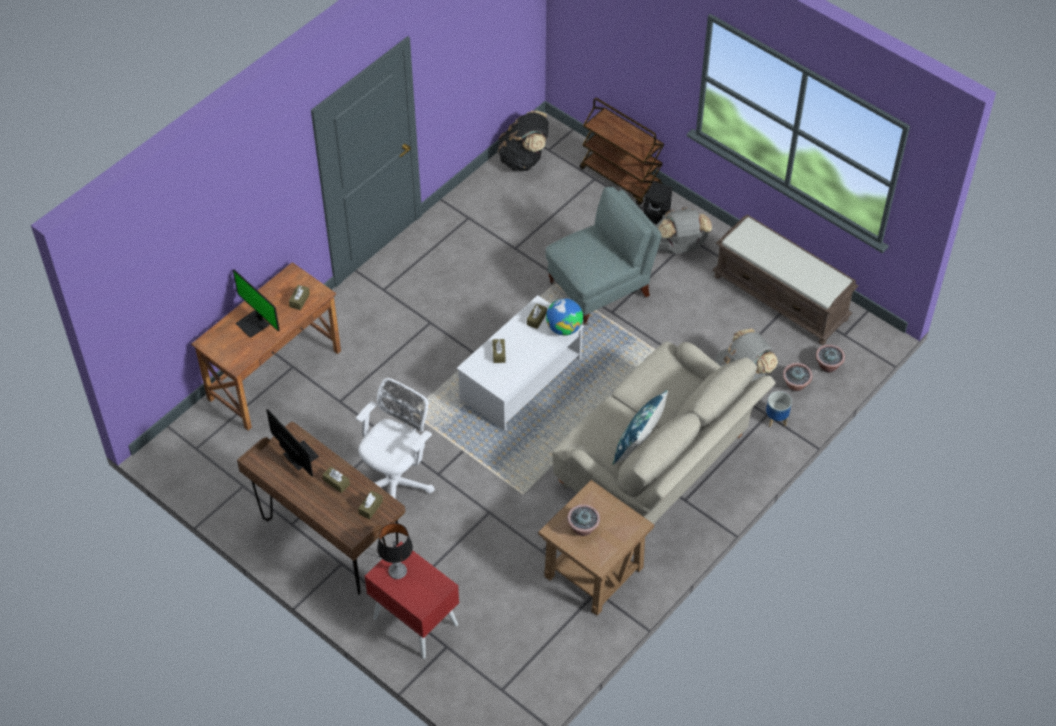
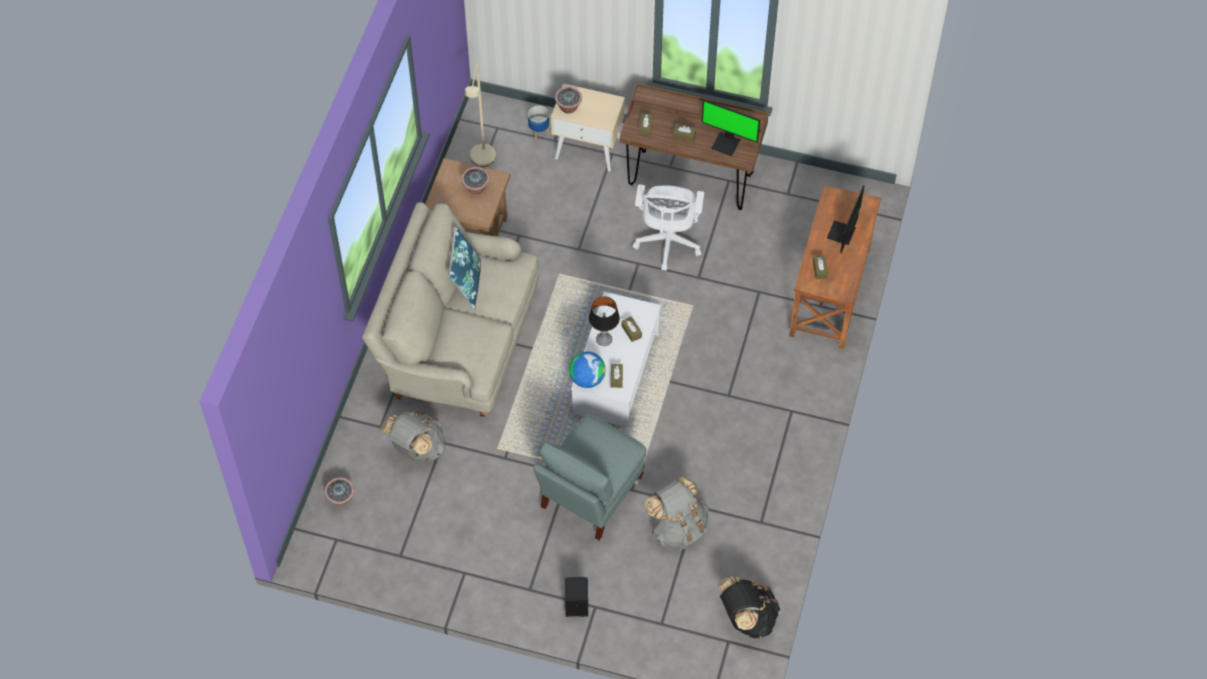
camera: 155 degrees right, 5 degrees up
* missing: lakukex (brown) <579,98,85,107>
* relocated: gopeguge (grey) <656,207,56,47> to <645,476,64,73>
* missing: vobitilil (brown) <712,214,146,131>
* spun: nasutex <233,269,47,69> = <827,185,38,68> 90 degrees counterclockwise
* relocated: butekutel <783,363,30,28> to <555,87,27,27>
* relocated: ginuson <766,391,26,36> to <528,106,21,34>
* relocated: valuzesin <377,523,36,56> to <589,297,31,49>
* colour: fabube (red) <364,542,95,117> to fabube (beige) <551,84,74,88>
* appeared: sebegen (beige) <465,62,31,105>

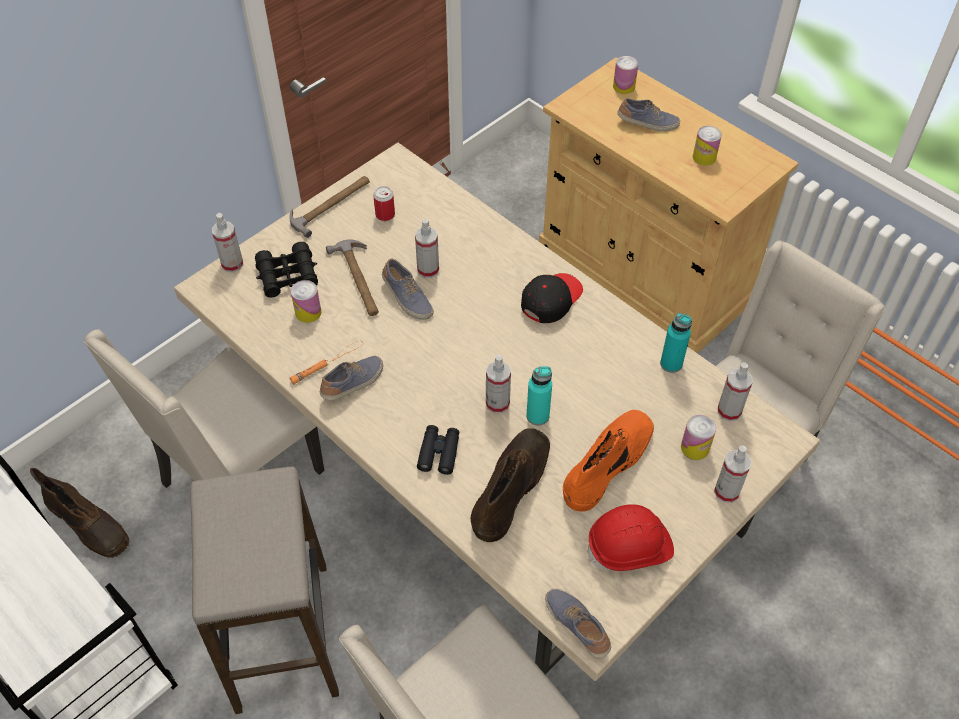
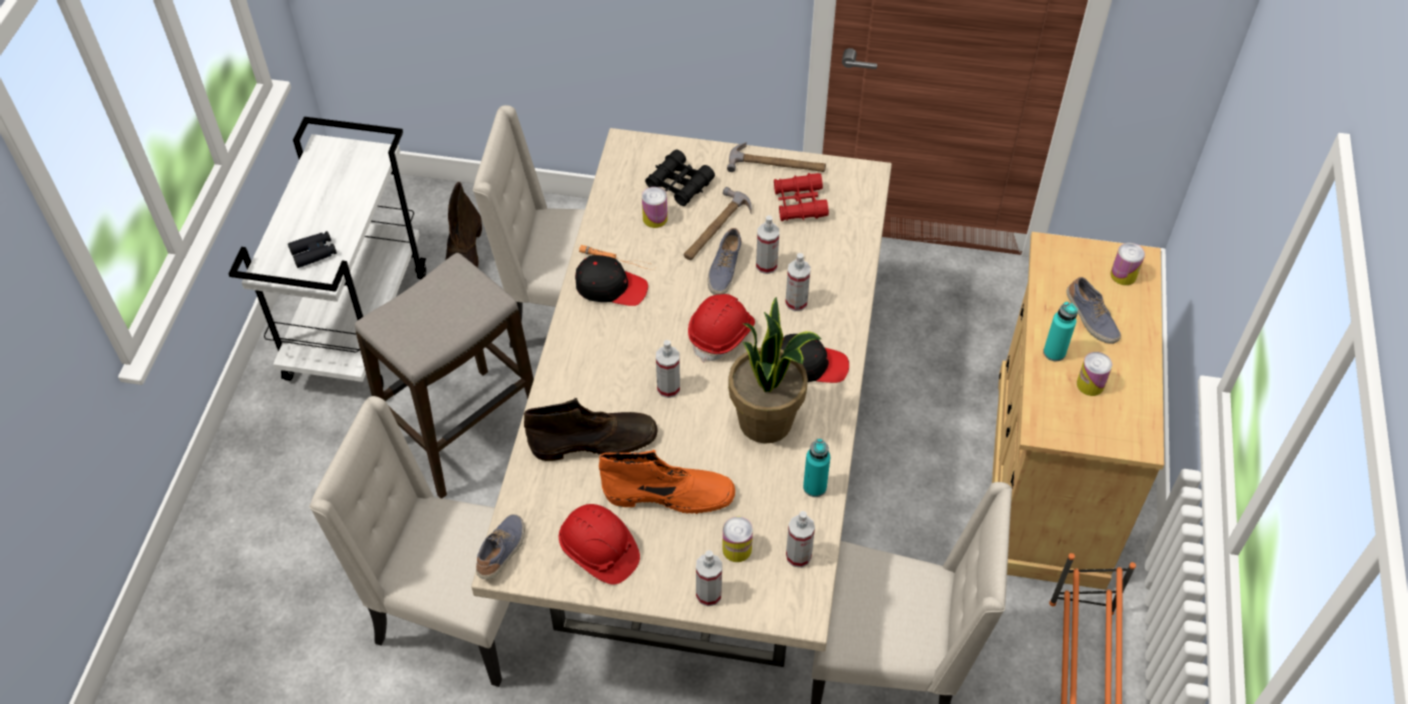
camera: 55 degrees right, 0 degrees up
* exchanged: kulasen <373,186,22,35> to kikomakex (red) <774,173,55,48>
* relocated: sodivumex <212,213,31,60> to <785,253,26,58>
* exchanged: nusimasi <320,356,63,44> to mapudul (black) <575,255,73,51>
* relocated: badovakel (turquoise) <526,366,26,60> to <1043,302,35,59>
* relocated: kikomakex (black) <417,425,42,50> to <288,231,49,37>
* appeared: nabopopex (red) <688,294,67,68>
* appeared: butekutel <728,297,93,147>

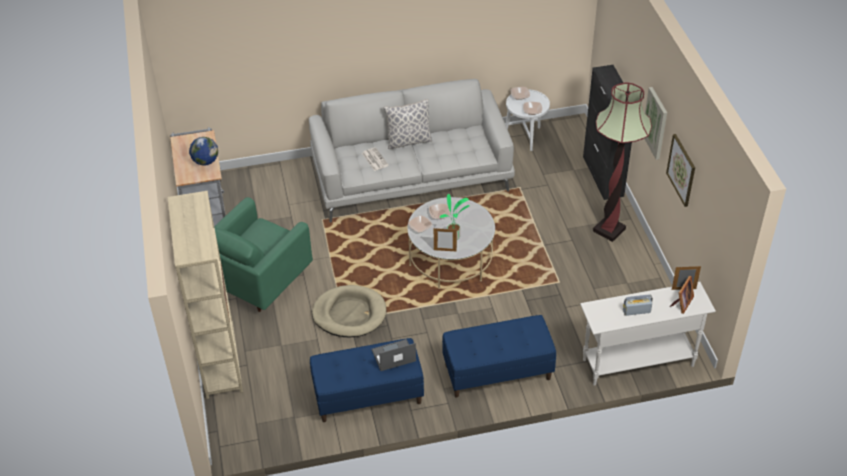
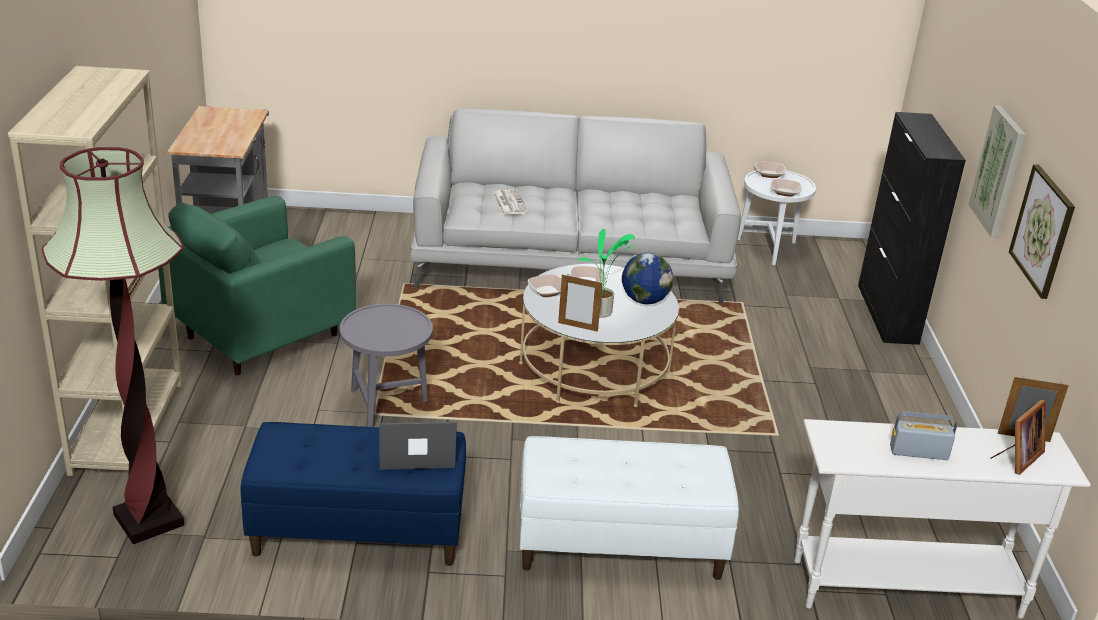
camera: 10 degrees right, 15 degrees down
* relocated: sebegen <593,83,59,159> to <42,147,143,397>
* missing: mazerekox <384,99,48,50>
* relocated: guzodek <189,137,29,29> to <622,253,51,51>
* exchanged: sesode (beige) <312,285,75,52> to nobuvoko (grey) <340,304,93,123>
* colour: vobitilil (blue) <442,315,114,83> to vobitilil (white) <520,436,219,144>

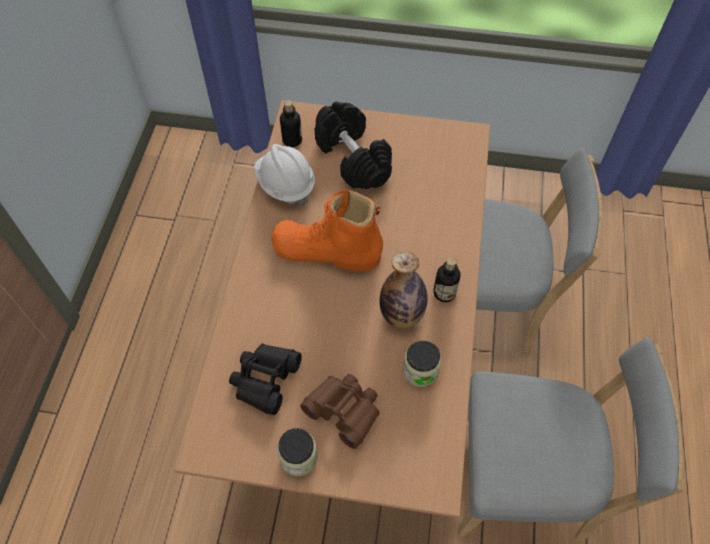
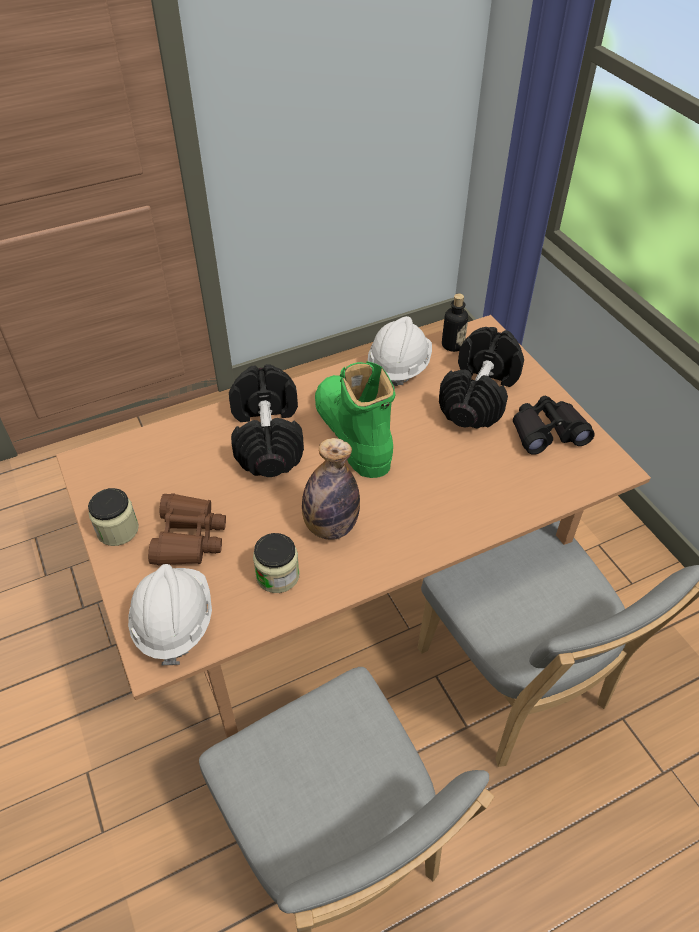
camera: 55 degrees right, 10 degrees down
* colour: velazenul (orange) <271,189,112,82> to velazenul (green) <315,361,81,117>
* missing: badovakel <434,257,26,45>
* relocated: kikomakex (black) <229,344,73,71> to <513,396,82,59>
* appeared: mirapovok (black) <229,364,75,113>
* appeared: nabopopex (white) <128,564,84,101>

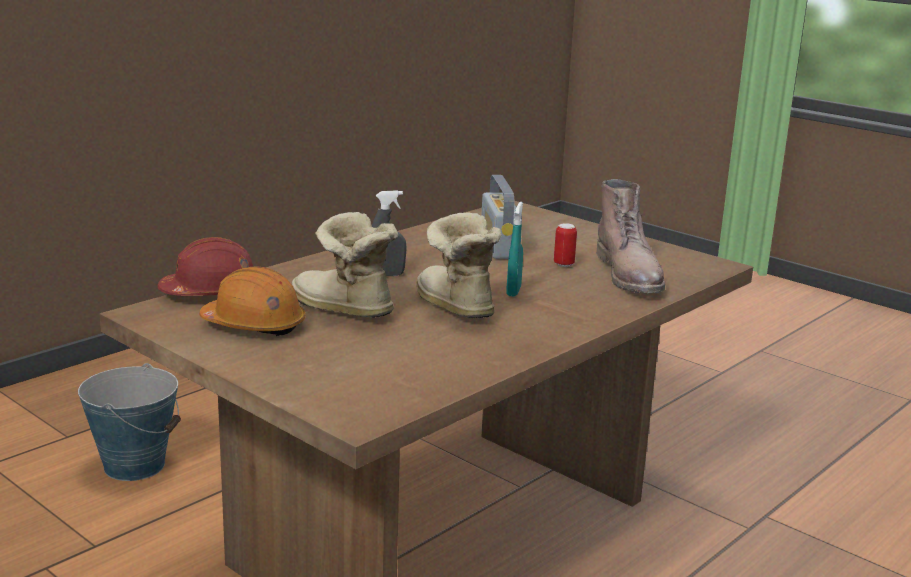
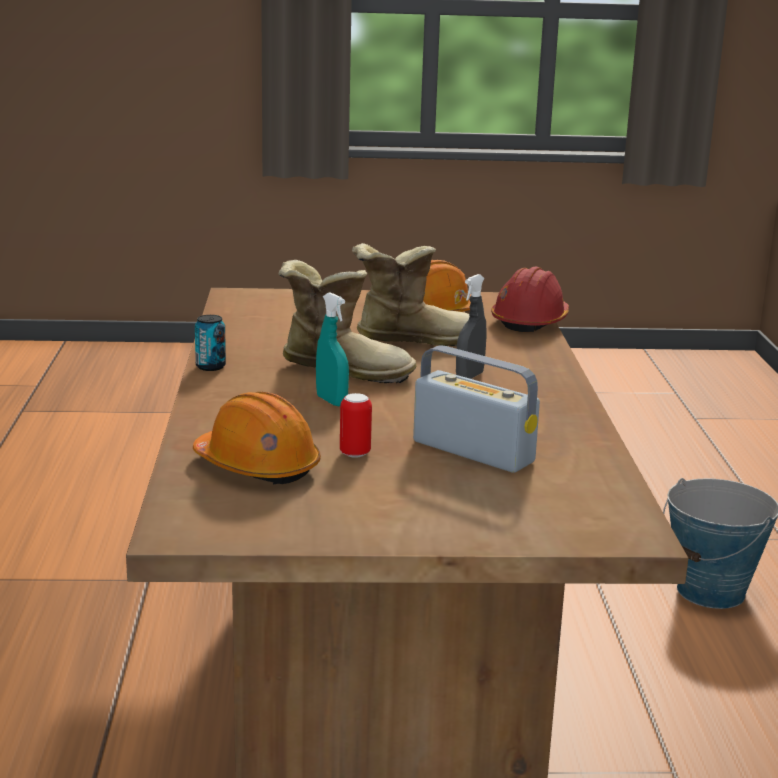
camera: 135 degrees right, 0 degrees up
* exchanged: velazenul (brown) <596,179,69,114> to nabopopex (orange) <193,392,128,93>
* appeared: kulasen <195,315,31,56>

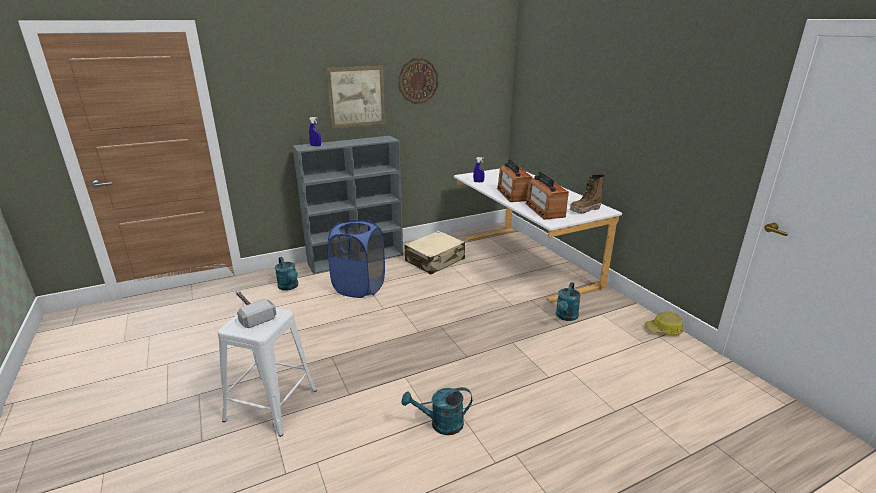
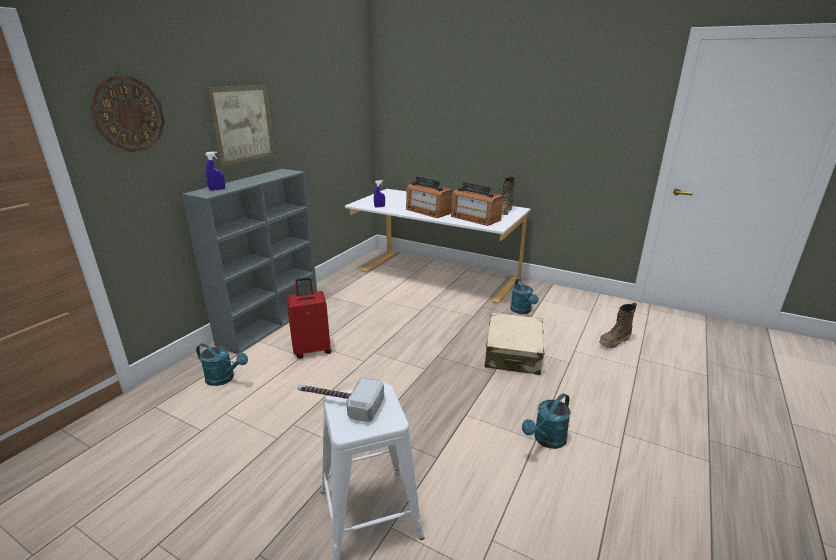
camera: 35 degrees left, 0 degrees up
* relocated: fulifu <398,58,40,46> to <90,76,75,76>
* exchanged: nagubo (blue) <327,219,58,79> to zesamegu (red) <286,277,46,82>
* relocated: zesamegu (beige) <404,231,61,43> to <485,313,60,62>
* missing: nabopopex <644,312,40,23>
* appeared: velazenul <599,302,38,46>

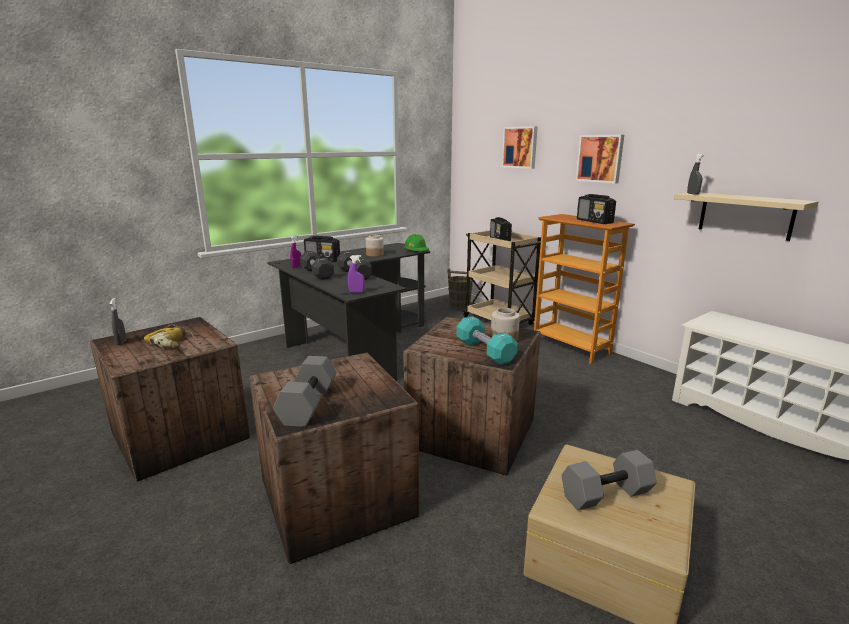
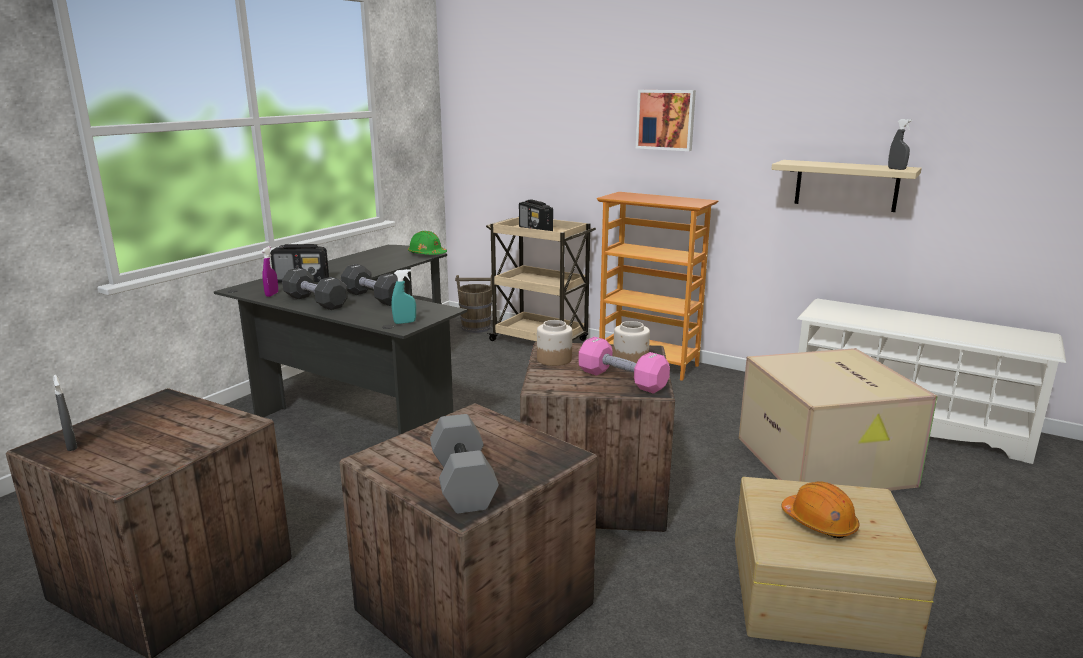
camera: 20 degrees left, 0 degrees up
* missing: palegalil <502,126,36,43>
* relocated: sodivumex (grey) <687,154,18,41> to <888,119,24,51>
* missing: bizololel <577,194,39,30>
* relocated: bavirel <366,235,18,22> to <537,320,35,46>
* colour: sodivumex (purple) <348,255,17,38> to sodivumex (turquoise) <392,269,24,55>
* colour: mirapovok (turquoise) <457,316,61,49> to mirapovok (pink) <578,337,92,57>
* missing: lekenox <144,324,50,25>
* exchanged: mirapovok (grey) <562,450,95,60> to nabopopex (orange) <781,481,78,57>
* appeared: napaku <739,348,199,143>

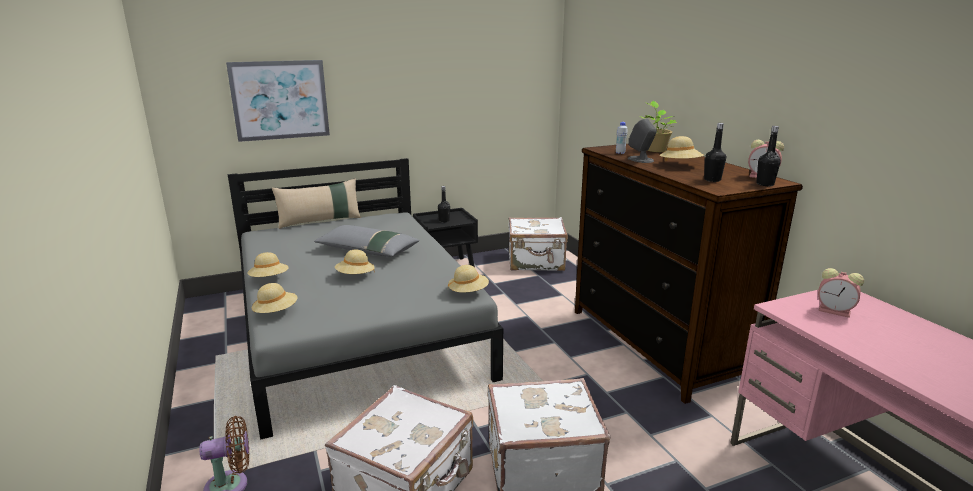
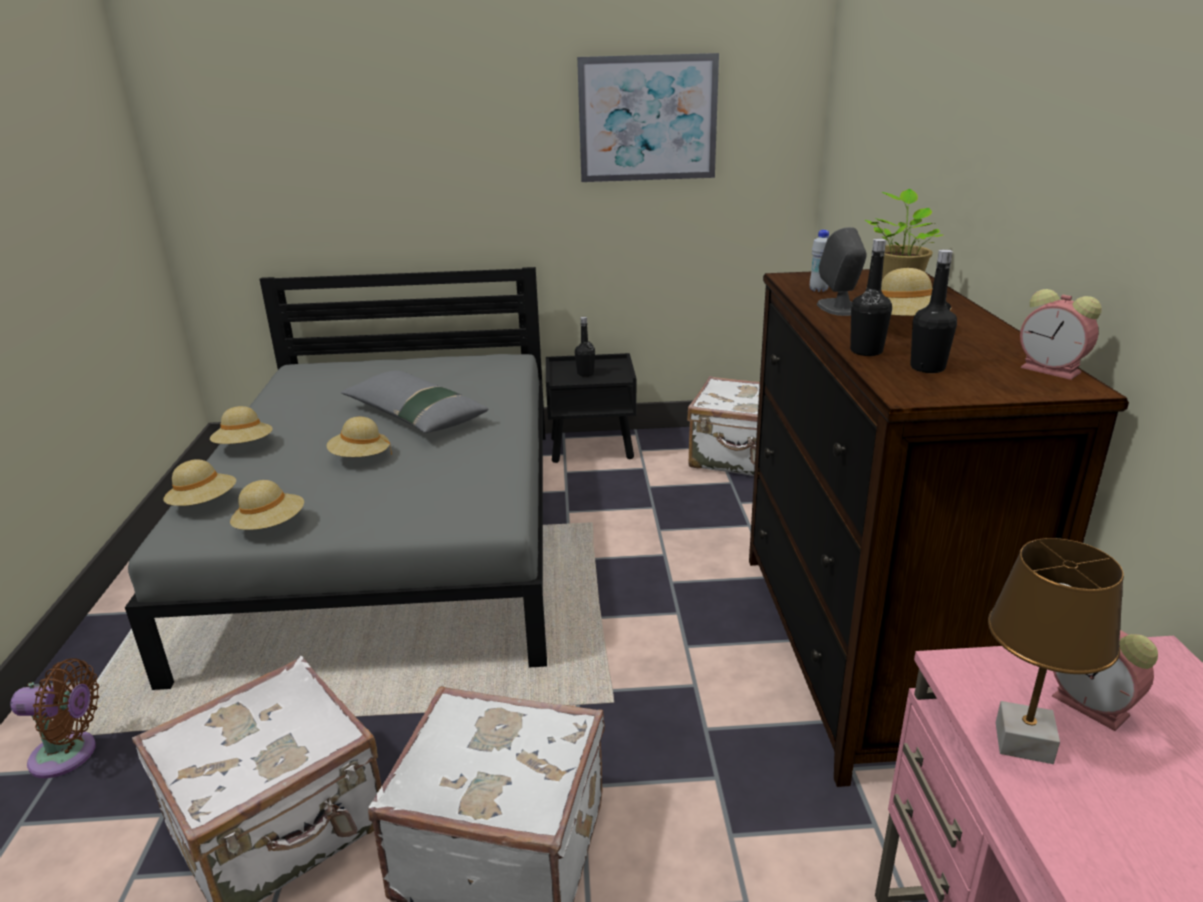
camera: 20 degrees right, 5 degrees up
* relocated: palegalil <226,60,104,82> to <577,53,142,129>
* relocated: badovakel (black) <756,126,25,60> to <850,239,42,117>
* missing: mazerekox (beige) <272,178,89,51>
* relocated: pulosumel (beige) <448,265,41,28> to <230,480,74,50>
* appeared: valuzesin (brown) <988,538,136,226>

